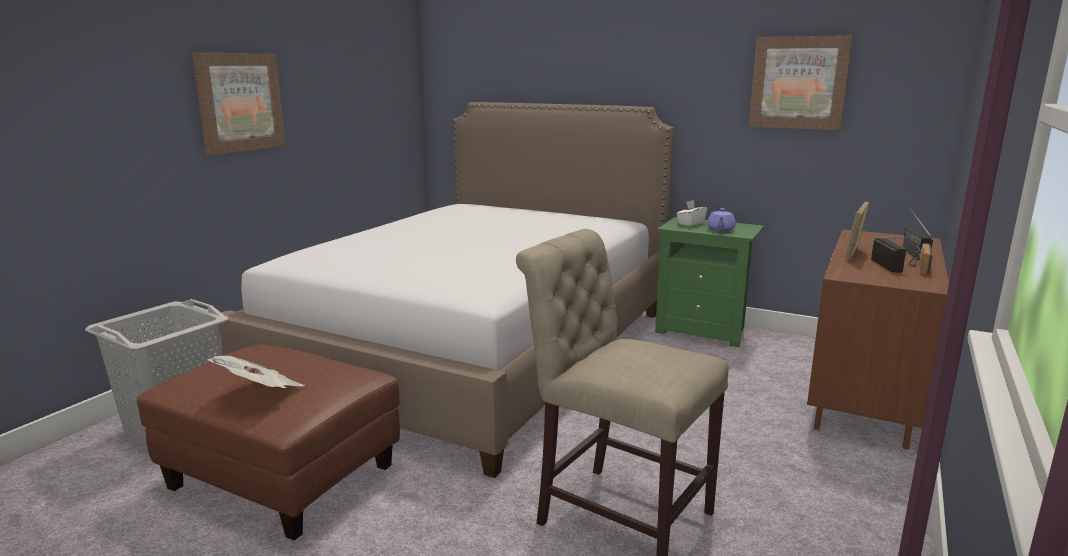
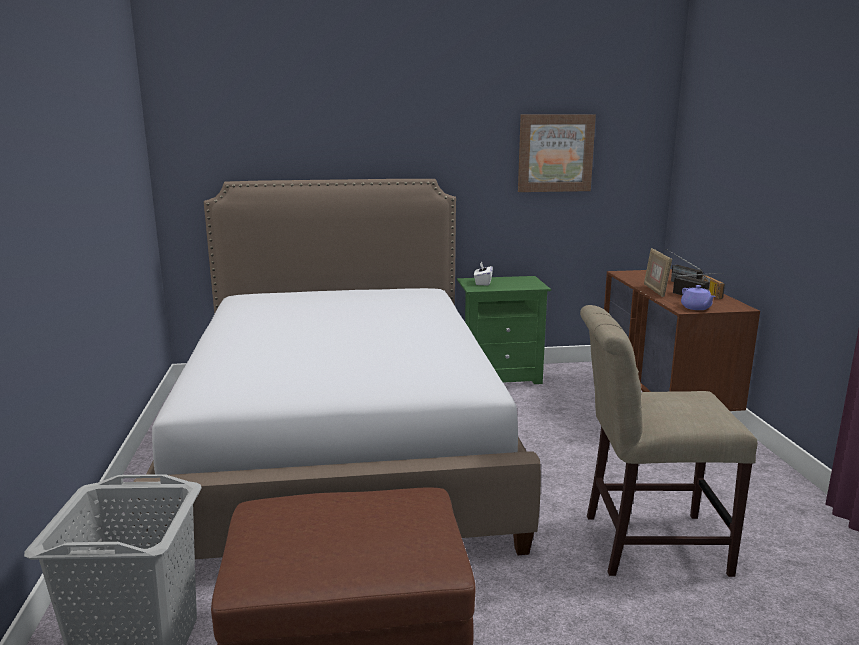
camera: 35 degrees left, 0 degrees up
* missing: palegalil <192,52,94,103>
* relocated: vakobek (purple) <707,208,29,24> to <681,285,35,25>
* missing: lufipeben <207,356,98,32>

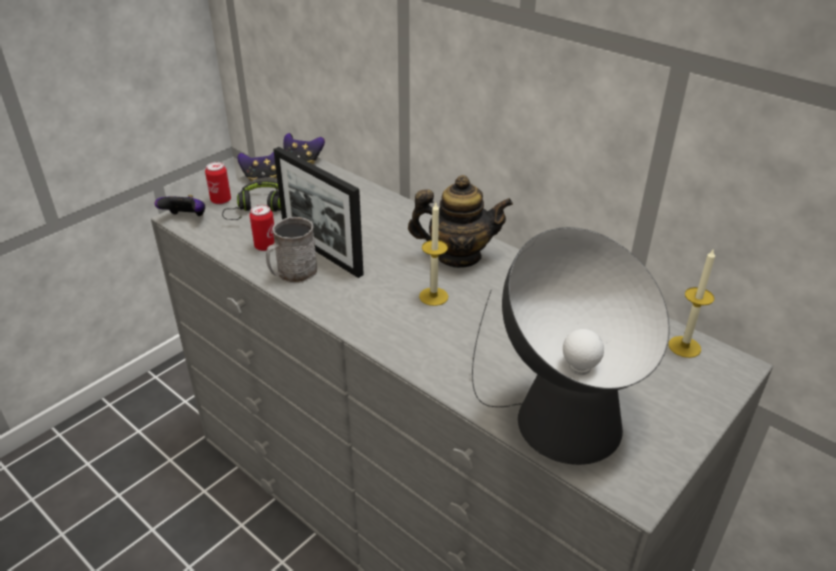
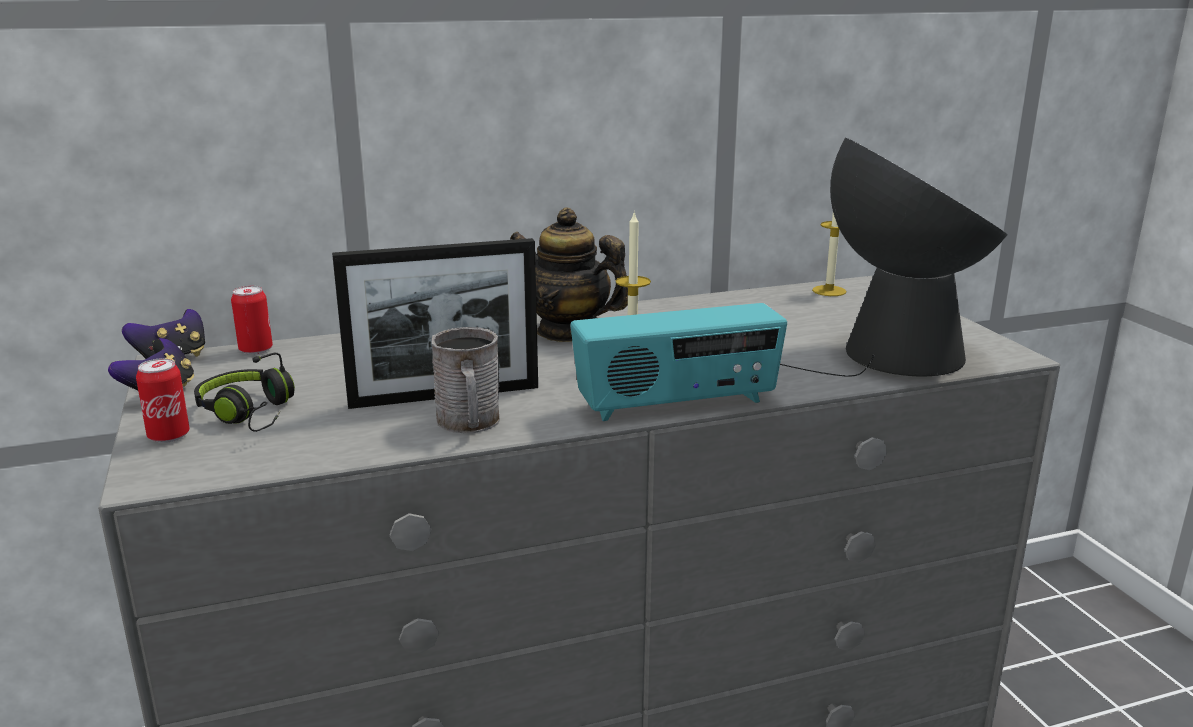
camera: 60 degrees left, 15 degrees down
* spun: vakobek <408,175,105,93> = <510,207,118,135> 90 degrees counterclockwise
* missing: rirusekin <155,195,50,21>
* relocated: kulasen <250,205,24,46> to <231,286,42,69>
* appeared: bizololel <570,303,217,118>

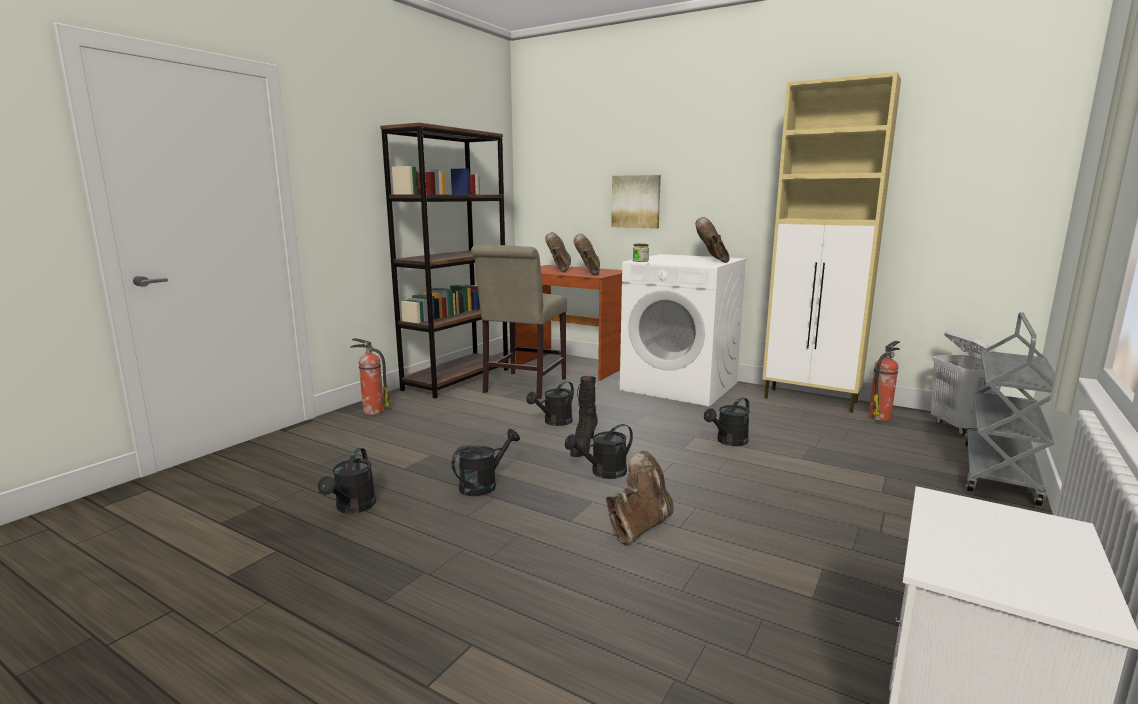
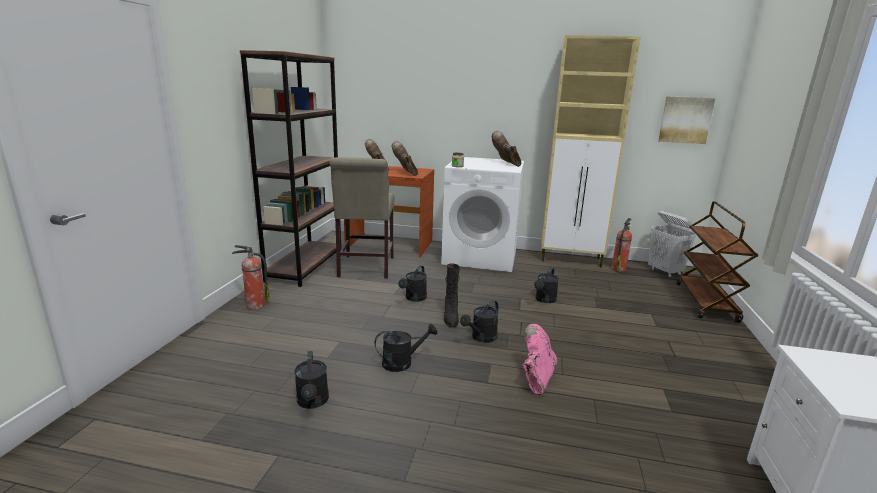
camera: 20 degrees left, 5 degrees up
* relocated: palegalil <611,175,50,54> to <658,96,57,48>
* colour: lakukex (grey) <964,312,91,194> to lakukex (brown) <676,201,83,122>
* spun: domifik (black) <452,429,68,67> = <375,324,63,48> 45 degrees clockwise
* colour: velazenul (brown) <606,451,68,95> to velazenul (pink) <522,324,35,71>

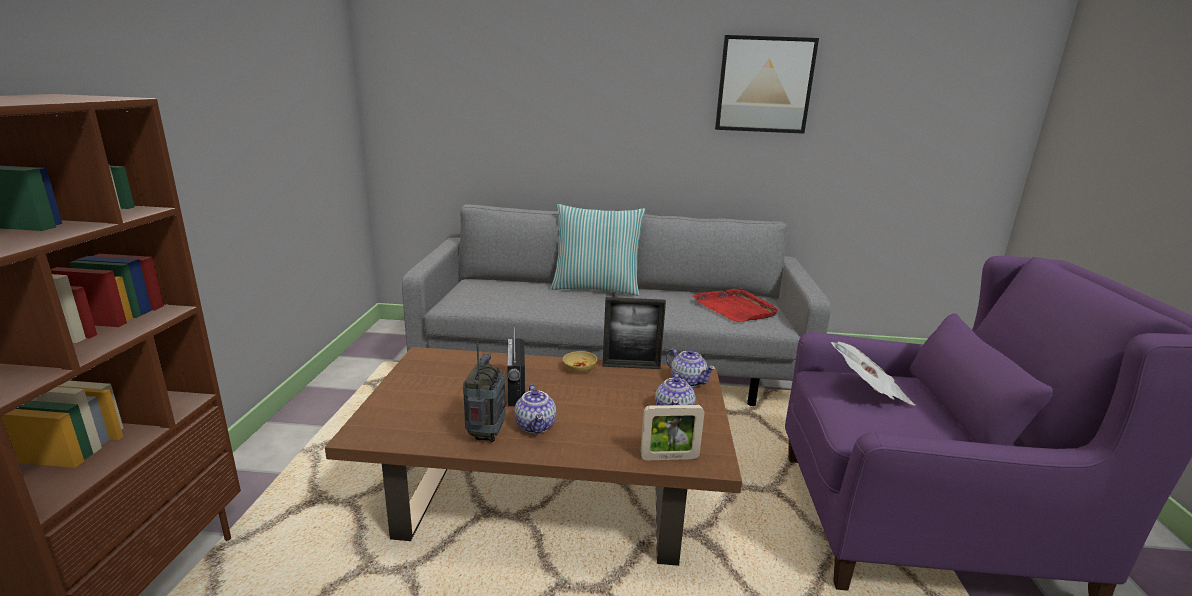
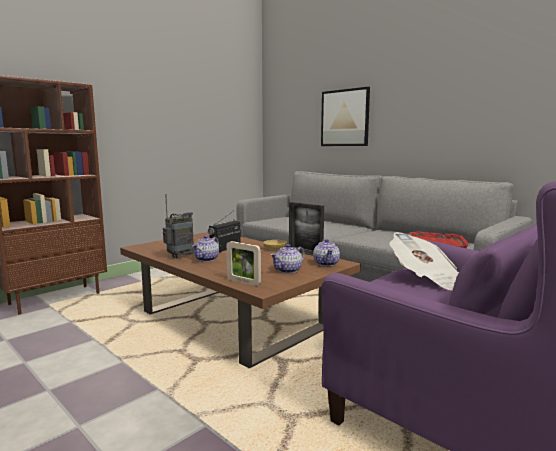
camera: 40 degrees right, 10 degrees down
* relocated: palegalil <715,35,104,99> to <321,87,49,59>
* missing: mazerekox <551,204,94,92>

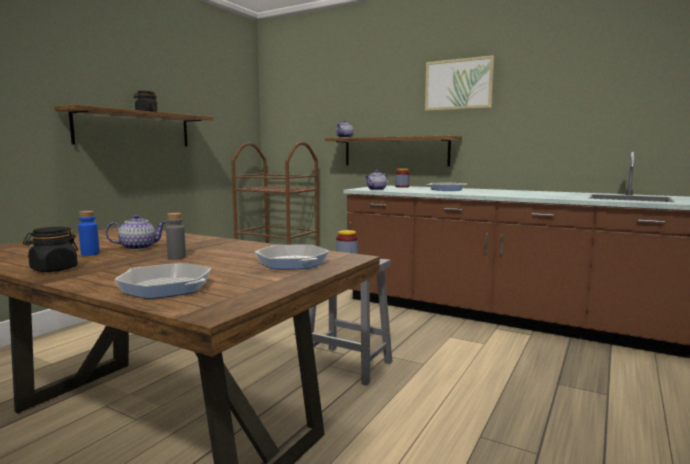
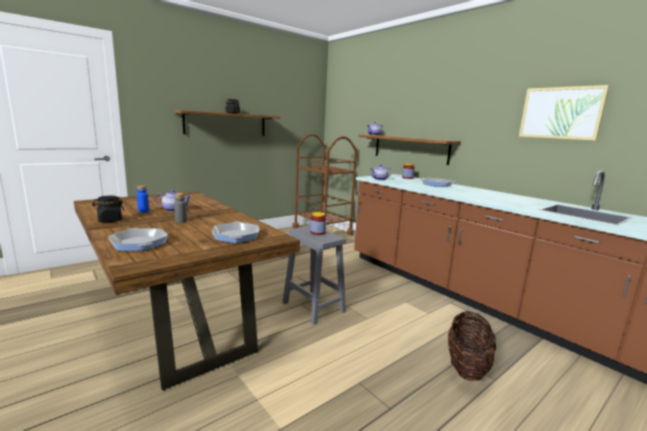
camera: 20 degrees right, 5 degrees up
* relocated: palegalil <425,55,70,56> to <519,85,91,56>
* appeared: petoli <448,311,48,70>

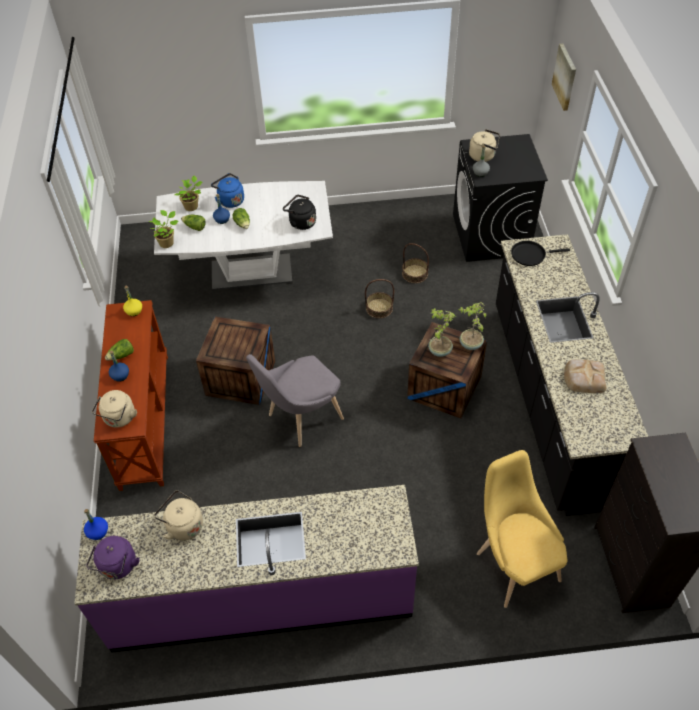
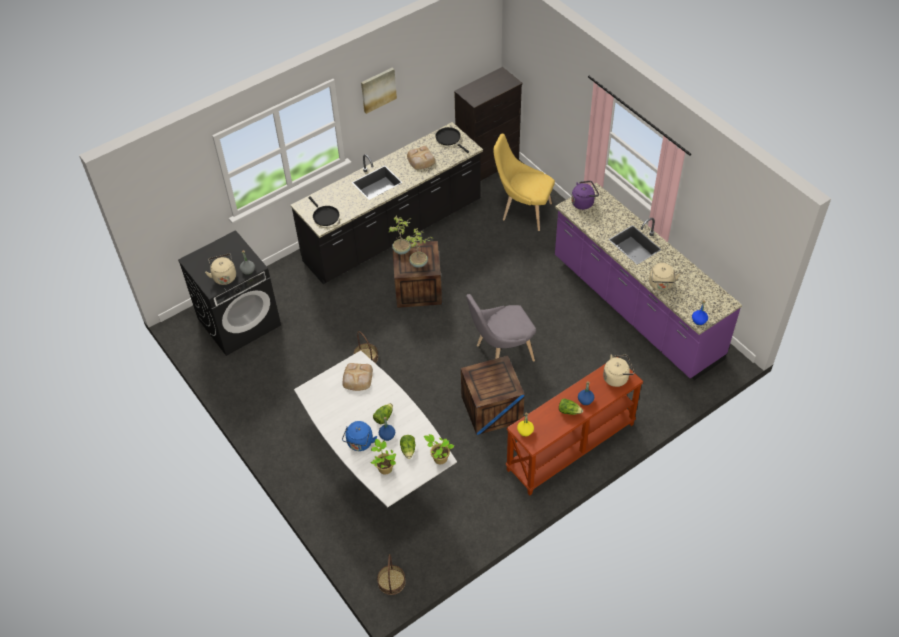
camera: 120 degrees left, 0 degrees up
* relocated: palegalil <552,44,24,67> to <361,67,36,47>
* exchanged: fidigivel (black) <283,195,33,35> to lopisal <342,363,31,28>
* relocated: petoli <402,243,27,40> to <377,554,29,41>
* spun: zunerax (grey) <246,354,98,93> = <466,294,70,67> 135 degrees clockwise
* spun: zunerax (yellow) <477,450,90,158> = <493,134,62,97> 75 degrees clockwise
* relocated: fidigivel (purple) <86,536,53,44> to <571,181,28,29>
* appeared: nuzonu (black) <435,127,34,26>

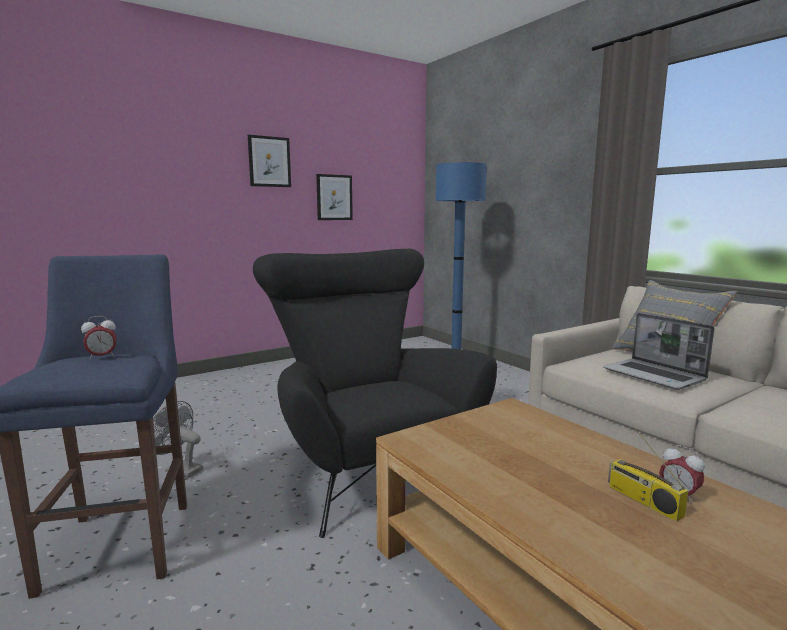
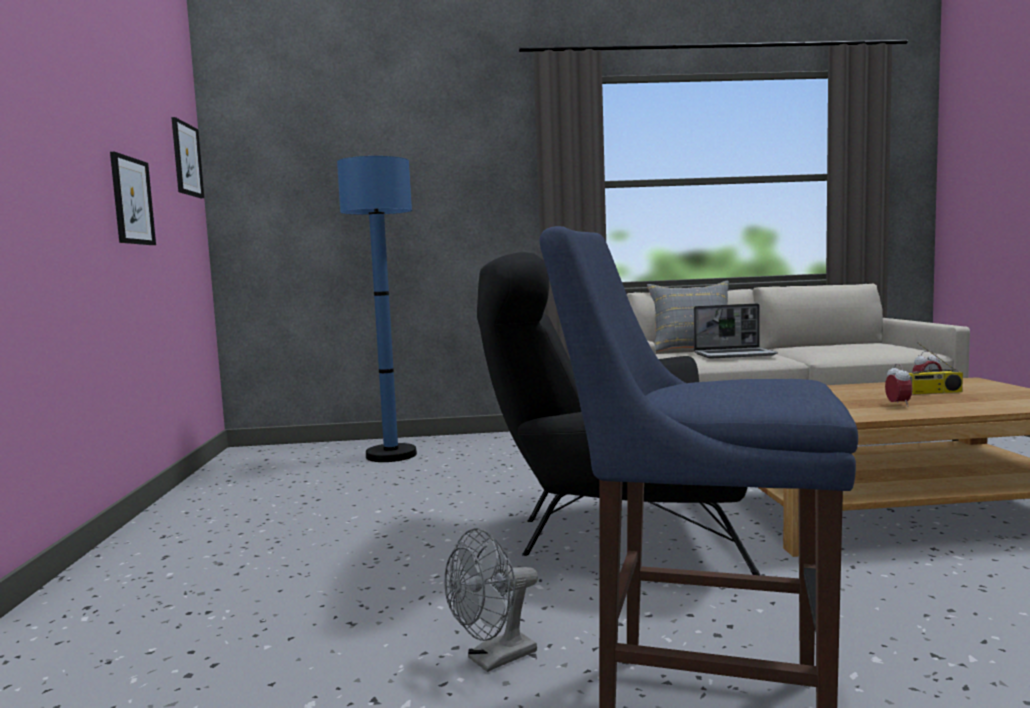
camera: 60 degrees left, 5 degrees down
* relocated: palegalil <248,135,43,52> to <171,117,33,81>
* relocated: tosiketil <81,316,36,44> to <885,364,28,43>

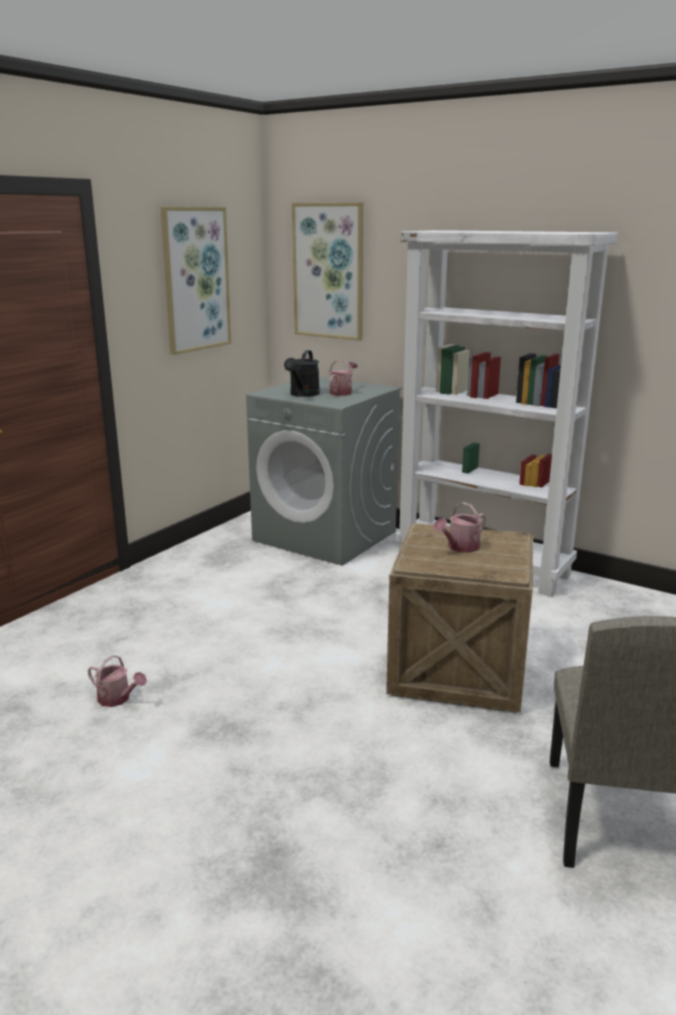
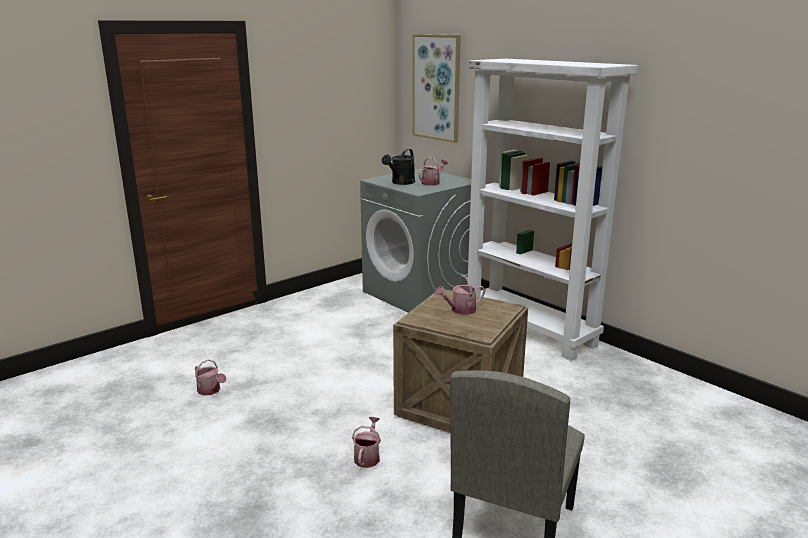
camera: 15 degrees right, 0 degrees up
* missing: palegalil <161,207,70,148>
* appeared: domifik <352,417,29,51>

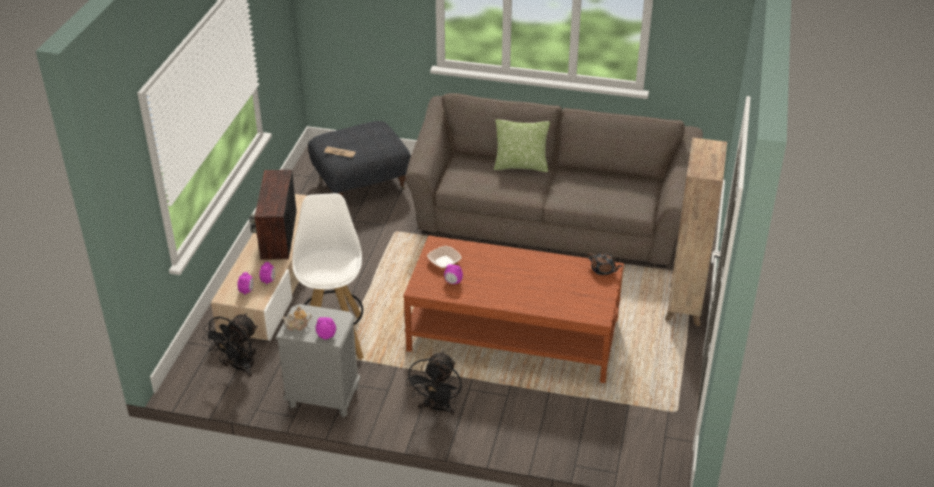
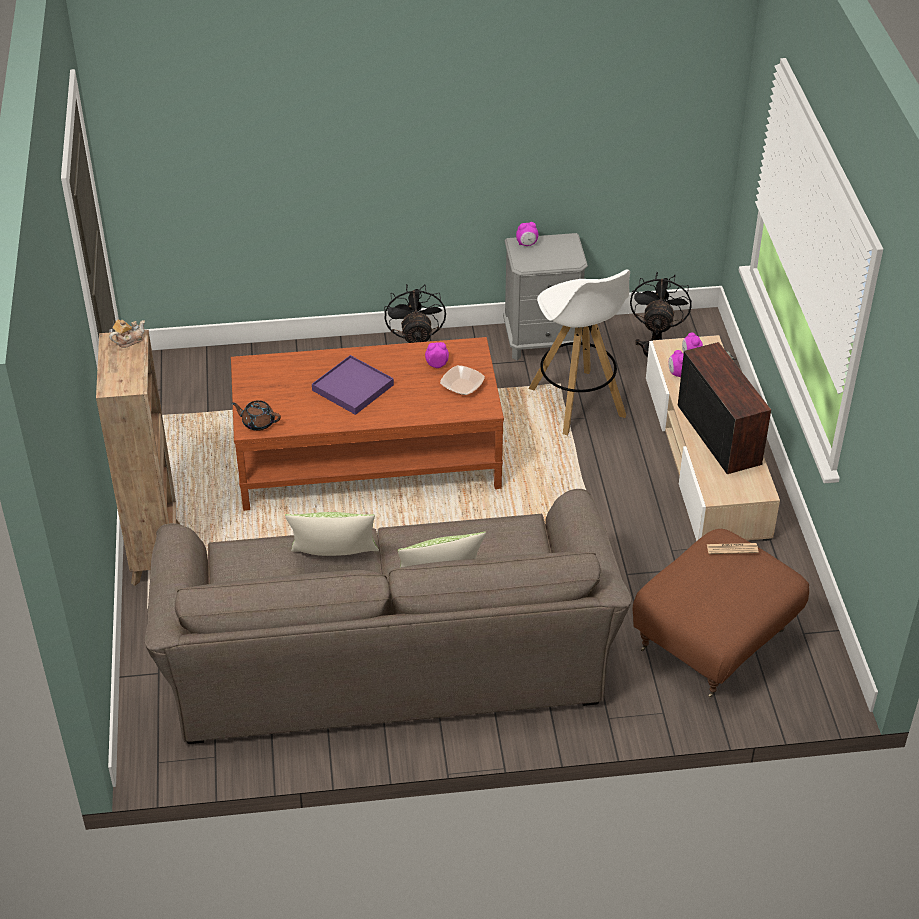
camera: 160 degrees right, 5 degrees up
* colour: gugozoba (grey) <308,121,103,75> to gugozoba (brown) <633,528,176,170>
* relocated: vakobek <282,306,30,25> to <109,319,36,29>
* appeared: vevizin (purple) <312,355,82,60>
* appeared: mazerekox <285,512,94,44>

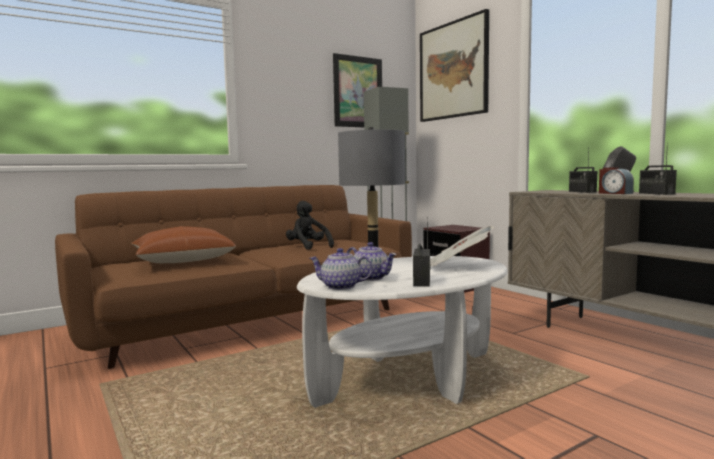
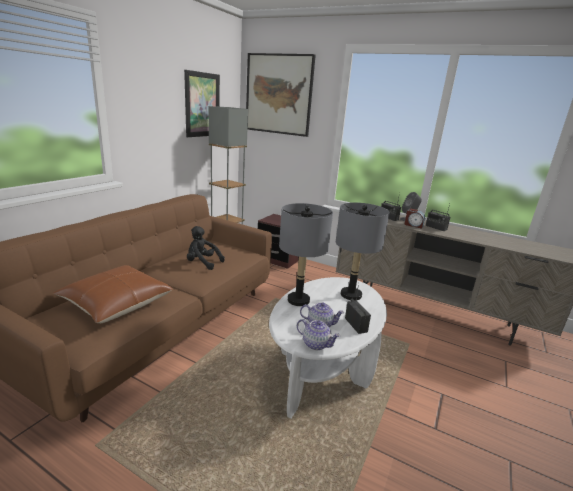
camera: 30 degrees left, 15 degrees up
* exchanged: lufipeben <430,226,65,41> to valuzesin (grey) <336,202,53,99>
* spun: vakobek <309,248,64,42> = <297,319,43,31> 135 degrees counterclockwise

